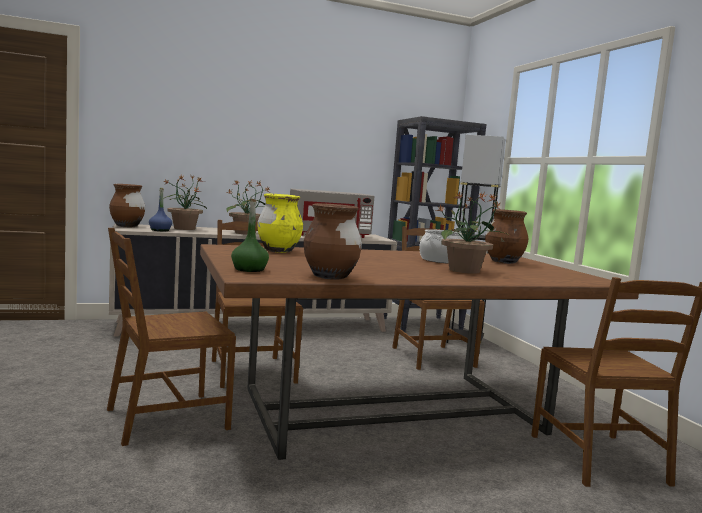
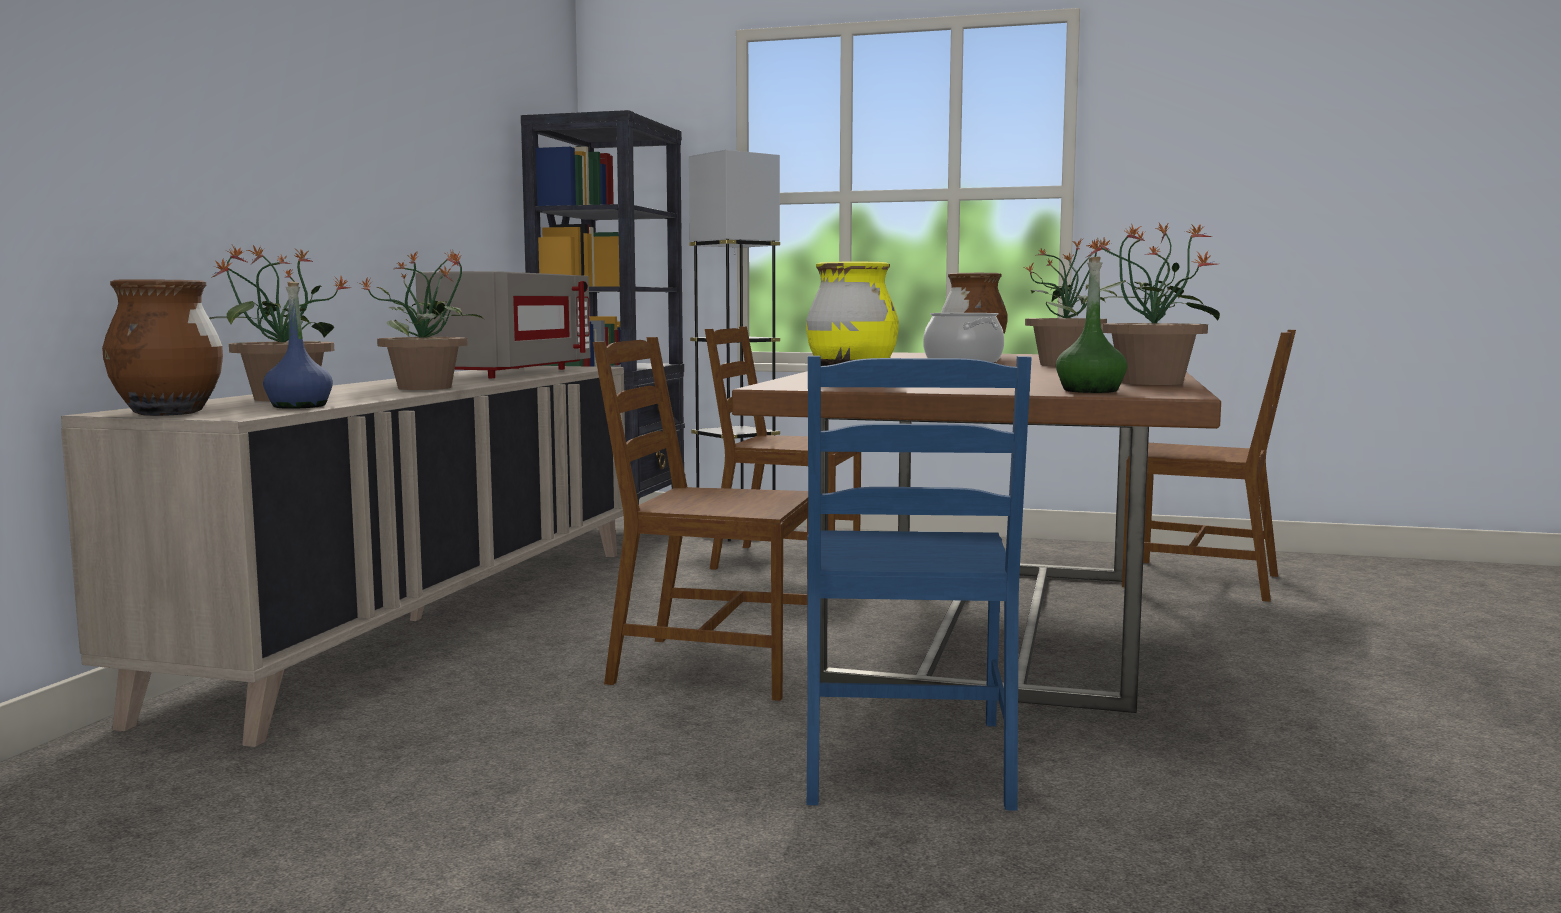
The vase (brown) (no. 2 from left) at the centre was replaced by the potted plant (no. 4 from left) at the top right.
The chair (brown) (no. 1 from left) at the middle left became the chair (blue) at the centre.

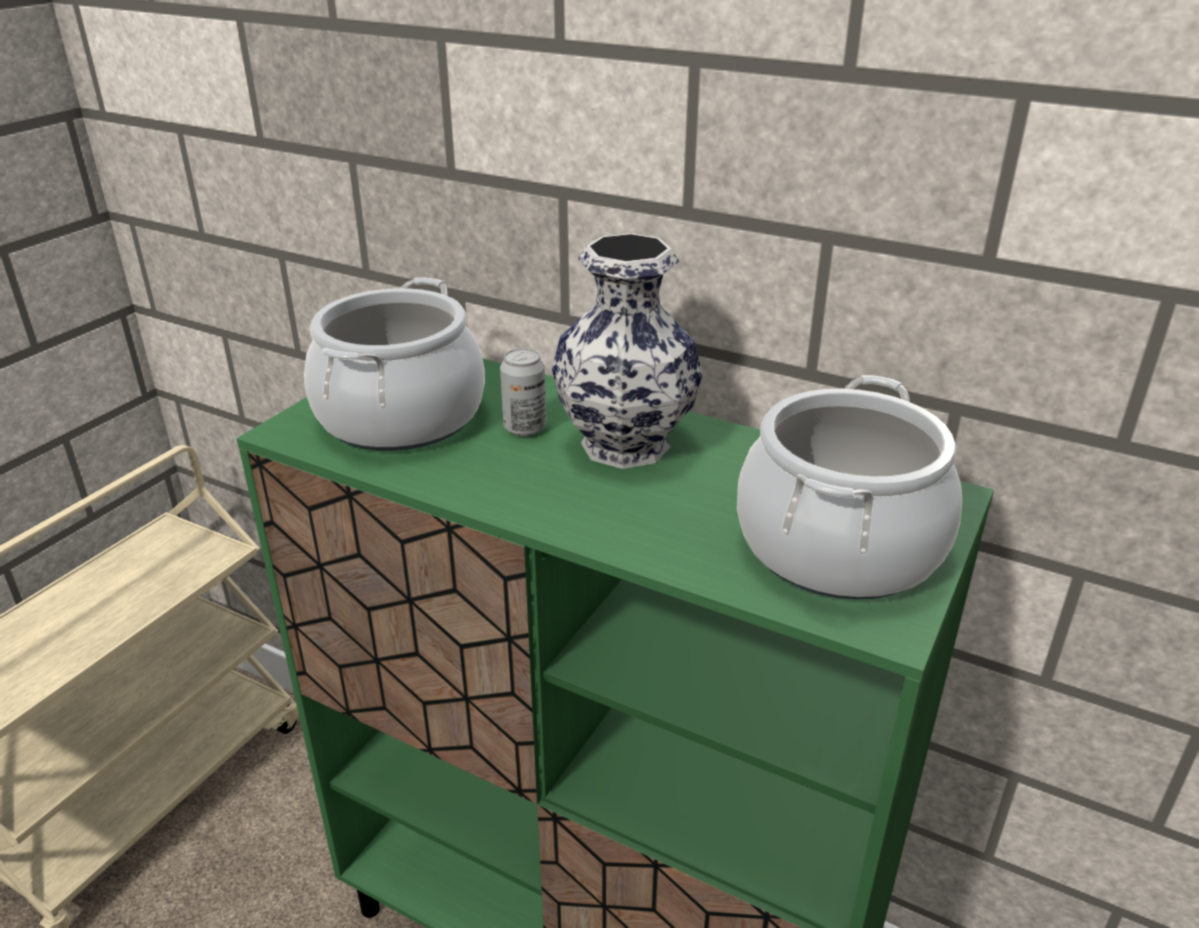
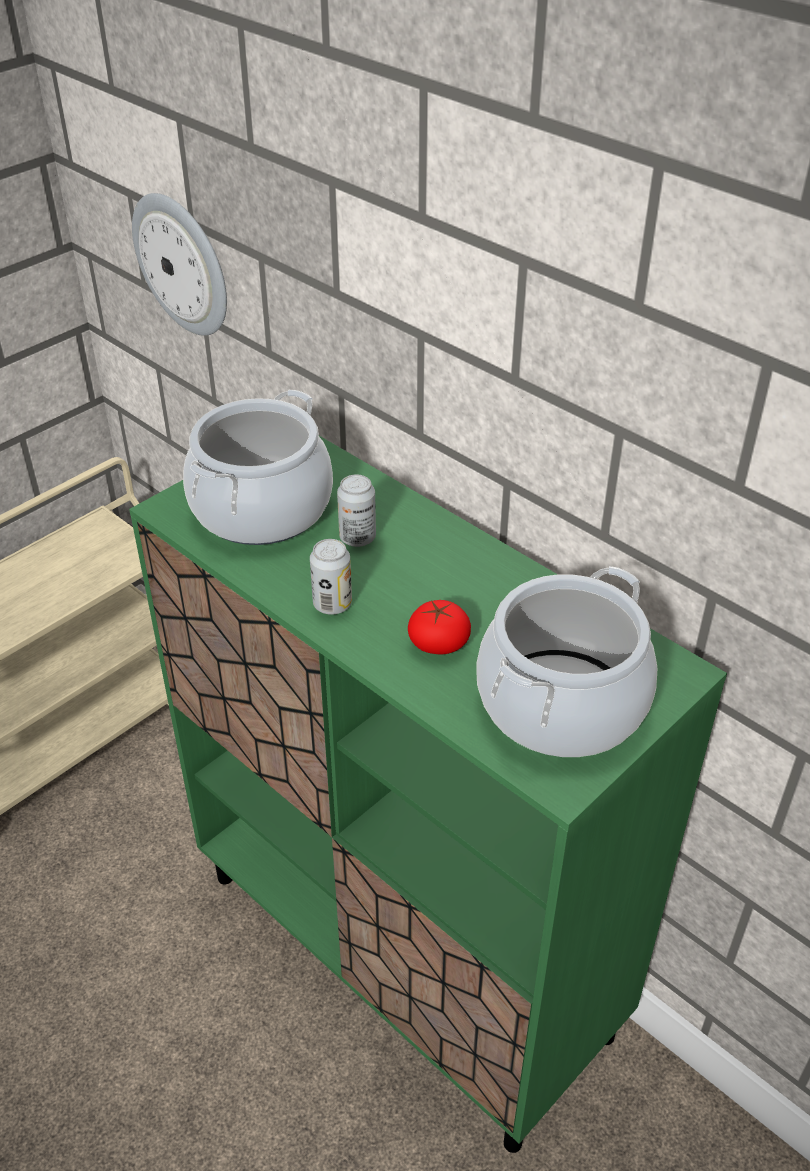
The vase at the centre disappeared.
The wall clock at the top left appeared.
The can (no. 1 from left) at the centre appeared.
The tomato at the centre appeared.

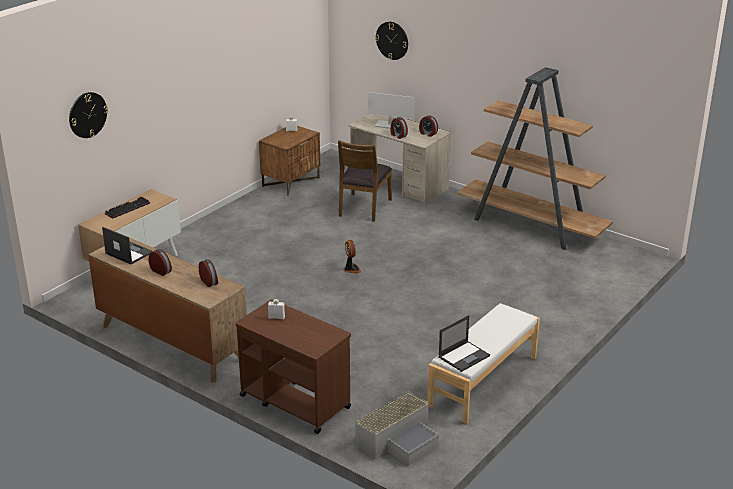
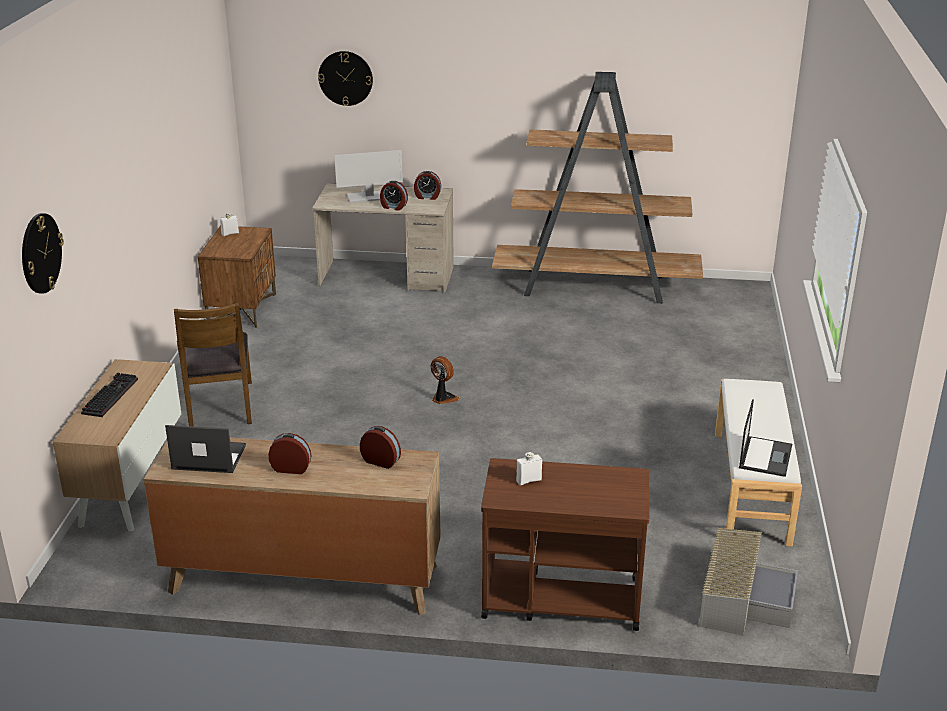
The chair (brown) moved from the centre to the middle left.

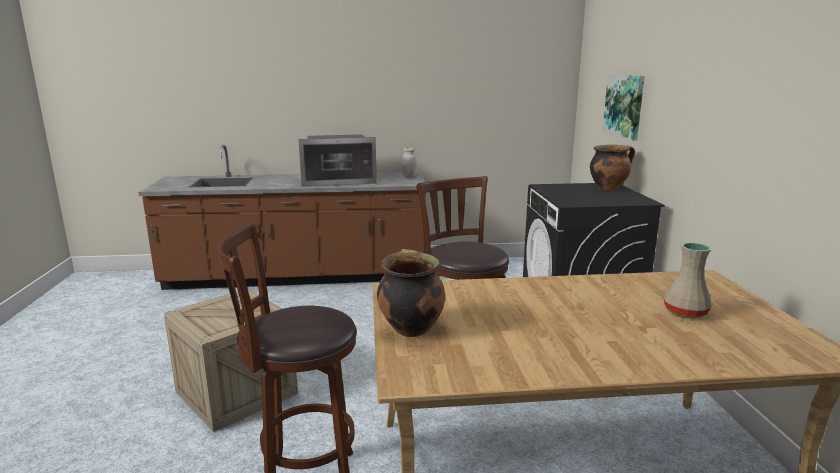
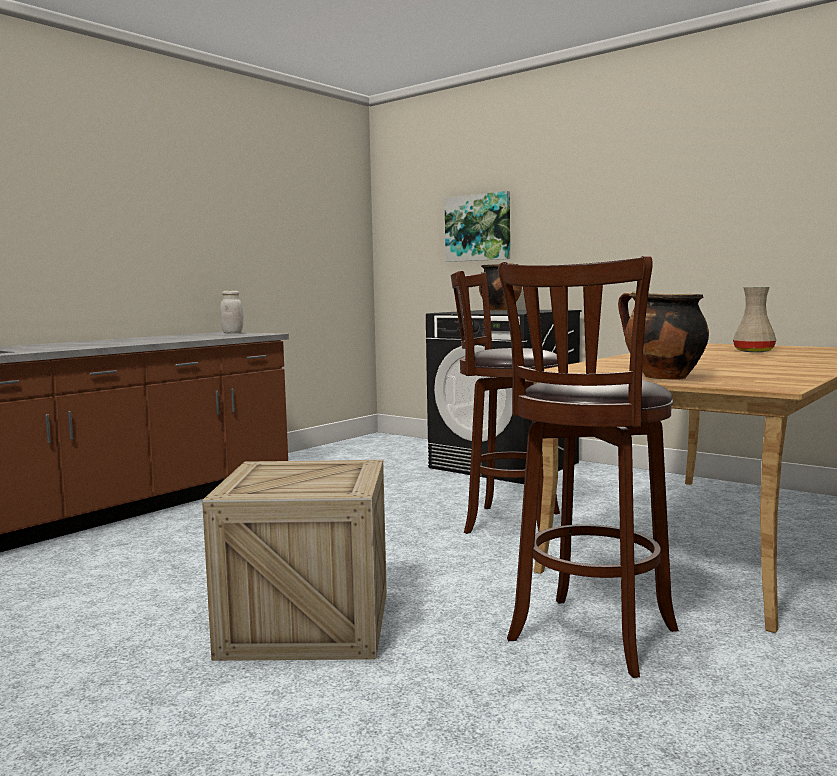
The microwave at the centre disappeared.

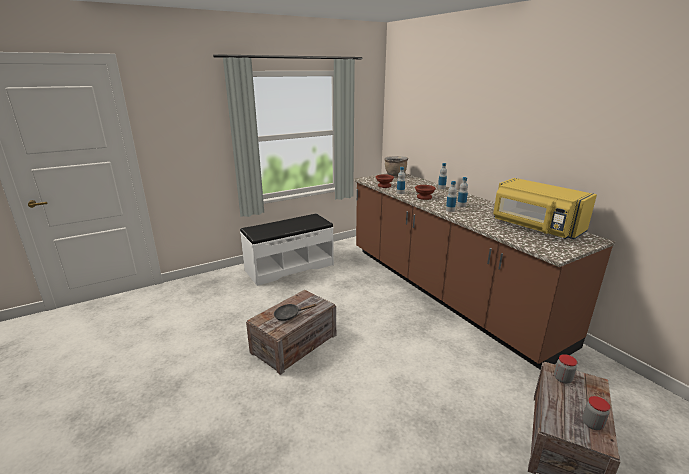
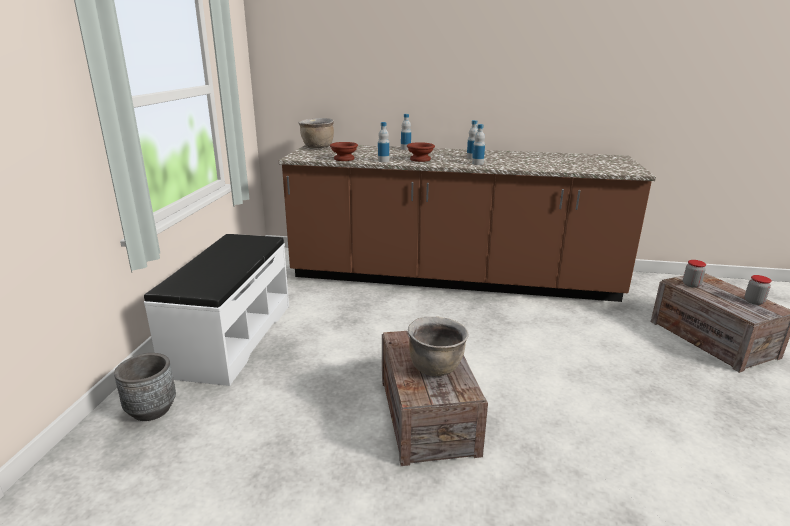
The microwave (yellow) at the middle right disappeared.
The planter (grey) at the bottom left appeared.
The frying pan (black) at the centre was replaced by the cooking pot (brown) (no. 2 from left) at the centre.

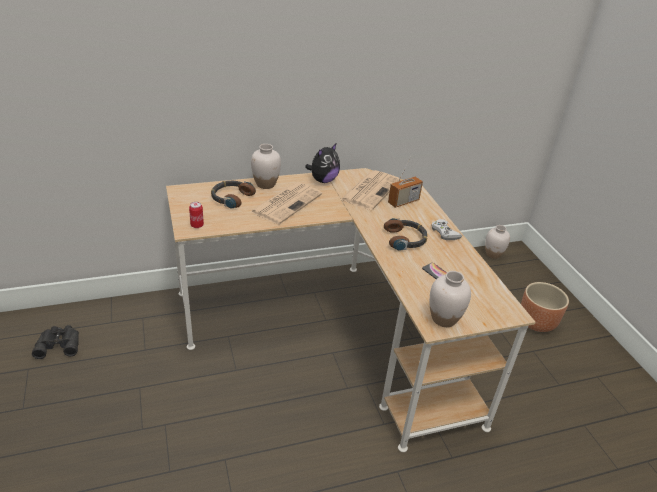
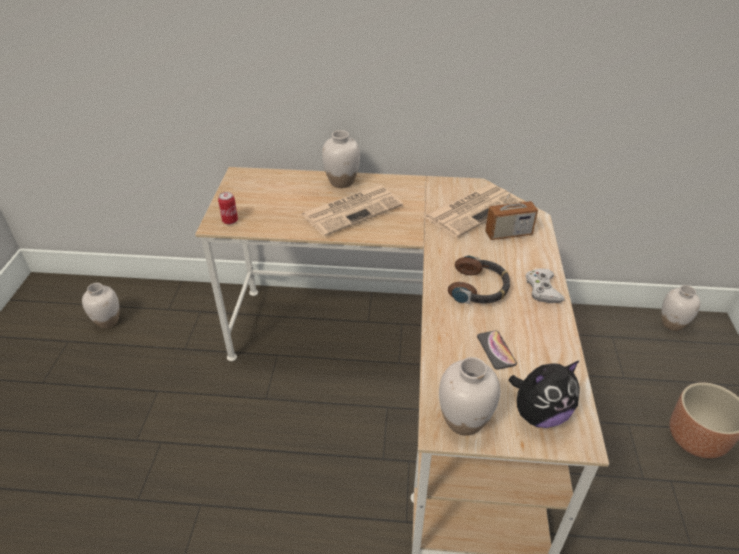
The headphones (no. 1 from left) at the centre disappeared.
The plush toy moved from the top centre to the bottom right.
The binoculars (black) at the bottom left was replaced by the vase (white) (no. 1 from left) at the middle left.

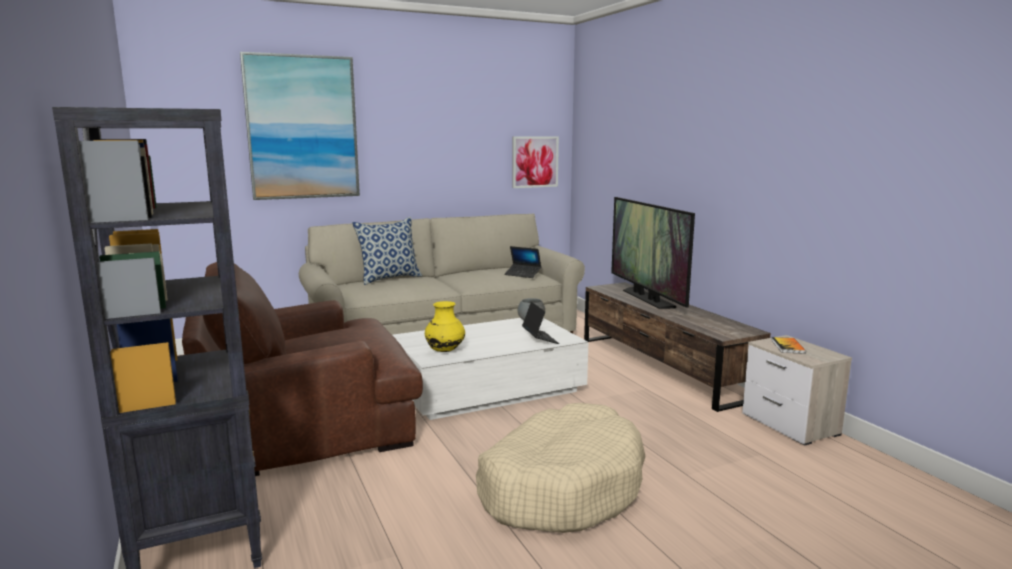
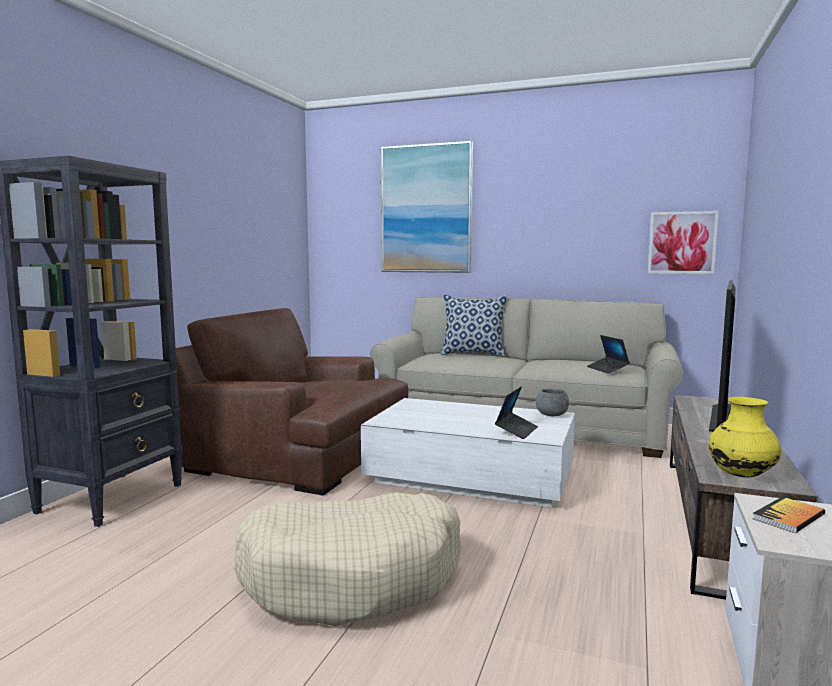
The vase (yellow) moved from the centre to the middle right.

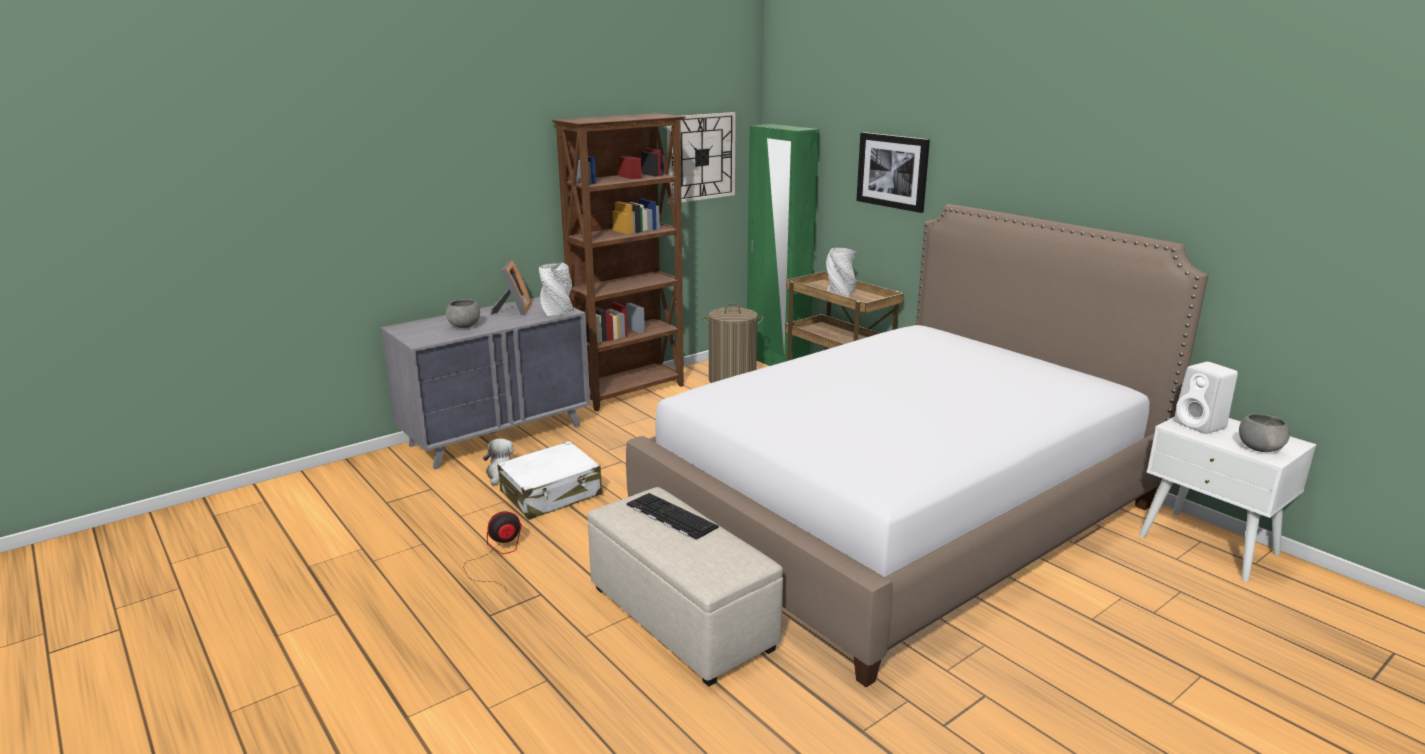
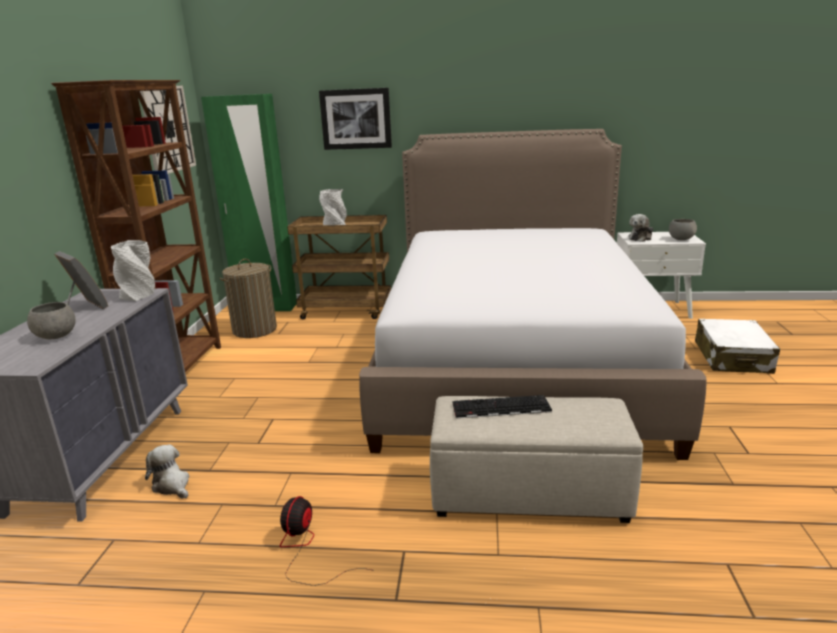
The suitcase (white) moved from the centre to the middle right.
The speaker (white) at the middle right was replaced by the plush toy (no. 2 from left) at the middle right.

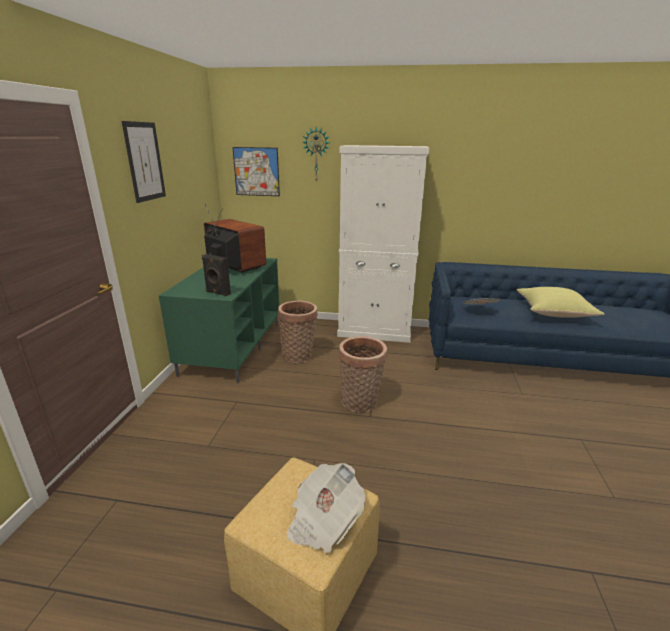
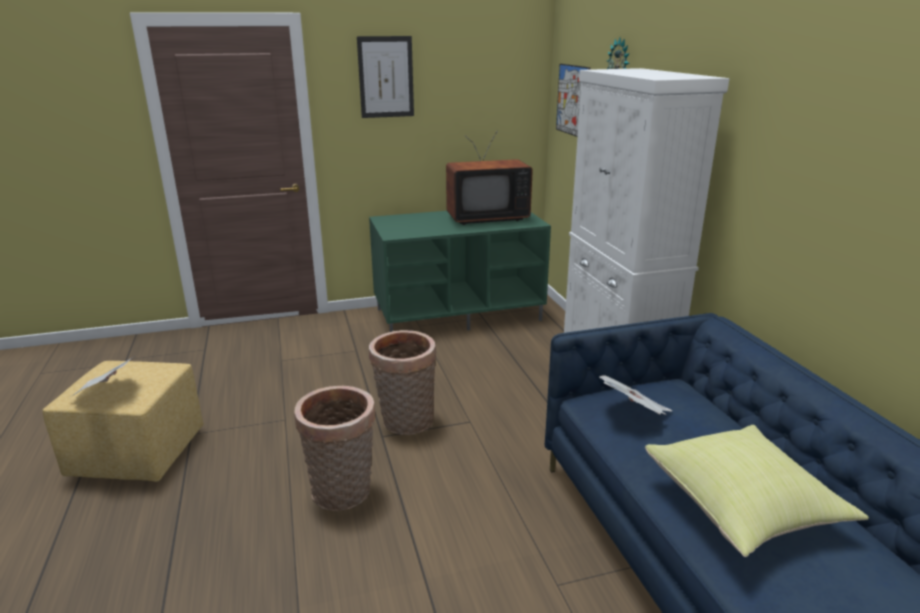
The speaker (black) at the middle left disappeared.
The basket (no. 1 from left) moved from the centre to the bottom centre.
The television at the centre turned 60 degrees clockwise.

